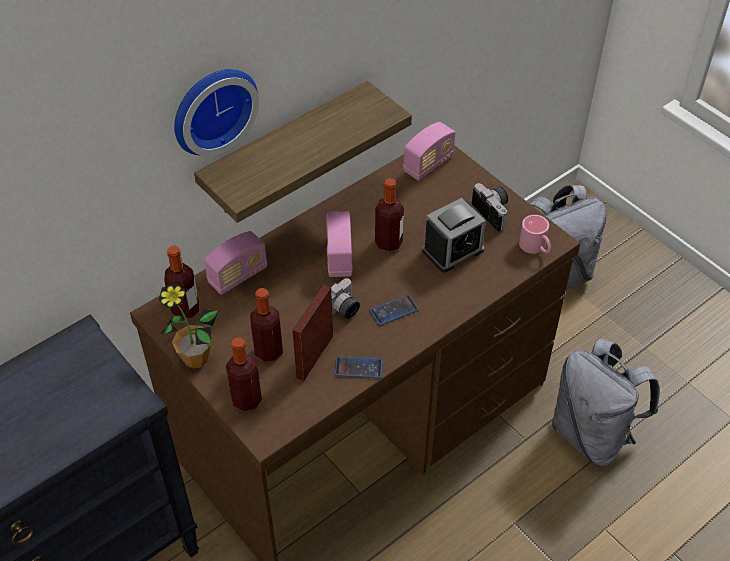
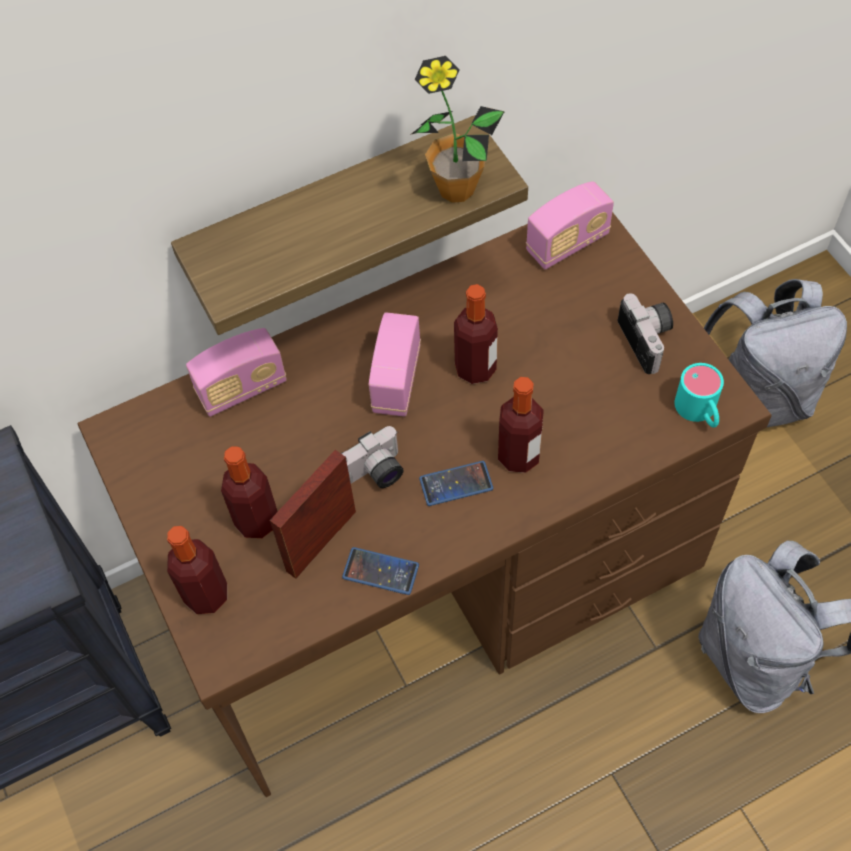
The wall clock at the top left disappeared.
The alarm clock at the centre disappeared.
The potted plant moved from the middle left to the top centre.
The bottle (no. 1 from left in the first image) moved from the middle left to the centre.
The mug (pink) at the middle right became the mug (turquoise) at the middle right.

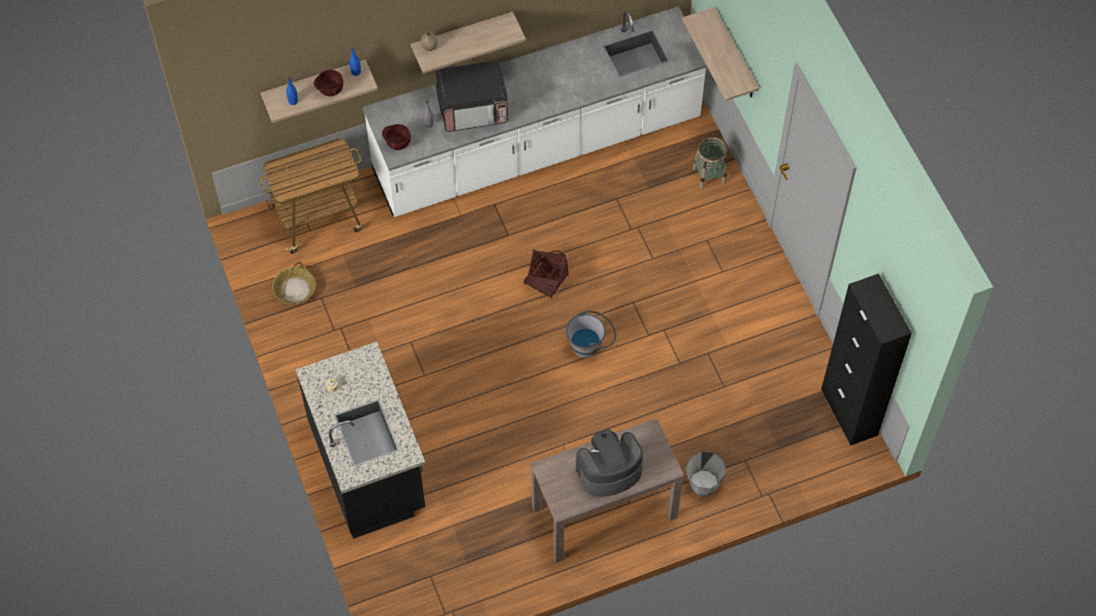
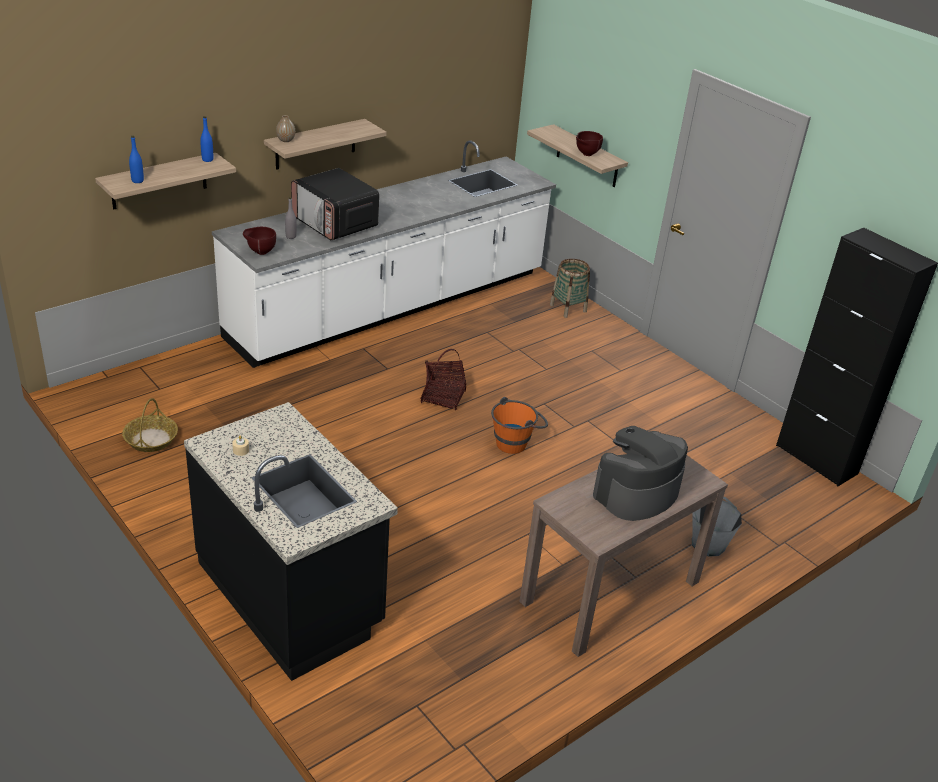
The cart at the top left disappeared.
The bowl (brown) (no. 1 from left in the first image) moved from the top left to the top centre.
The bucket (grey) (no. 1 from left) at the centre became the bucket (orange) at the centre.
The microwave at the top centre turned 75 degrees clockwise.

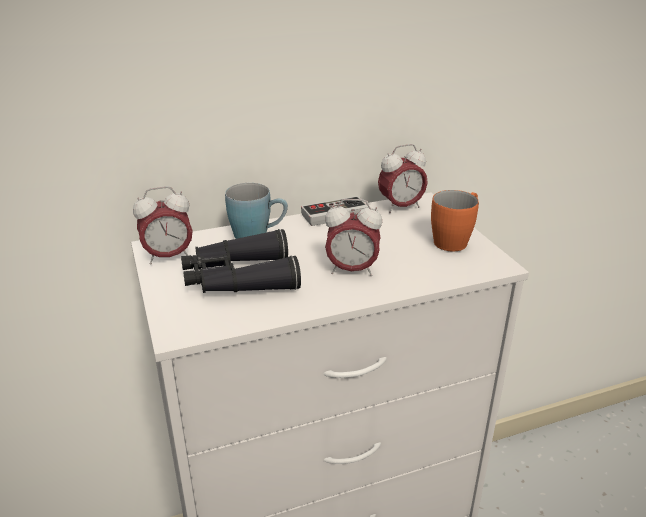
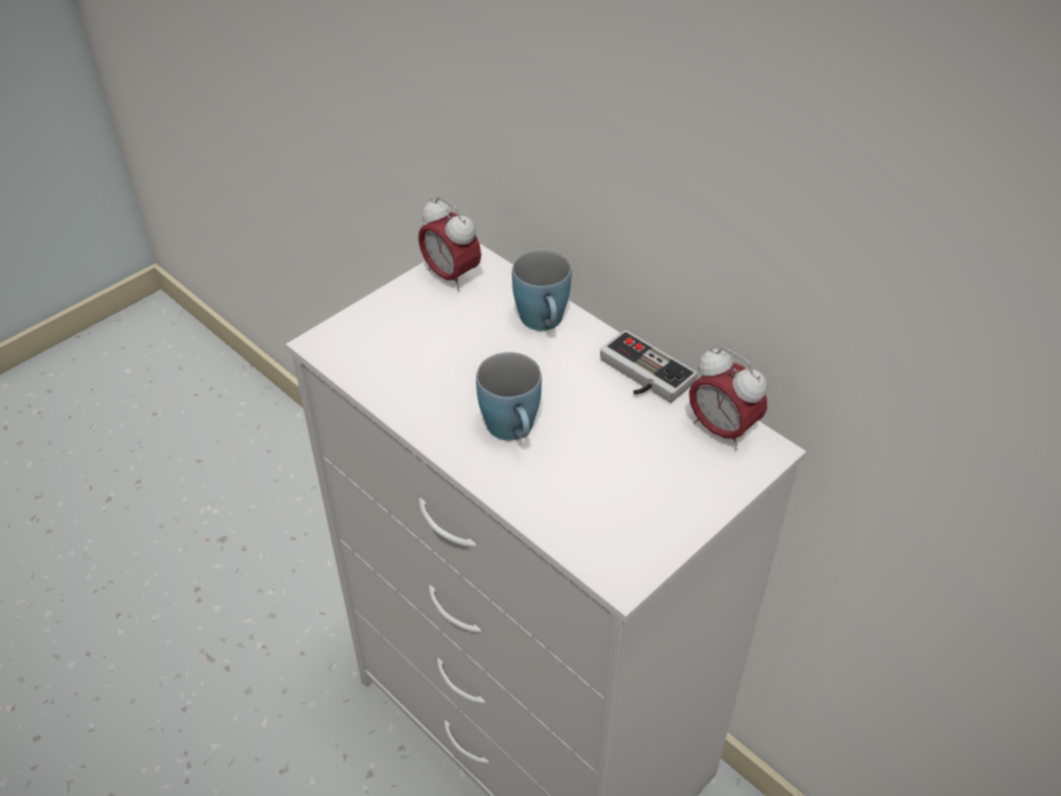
The binoculars (black) at the centre disappeared.
The mug (orange) at the middle right disappeared.
The alarm clock (no. 2 from left) at the centre was replaced by the mug (blue) (no. 1 from left) at the centre.

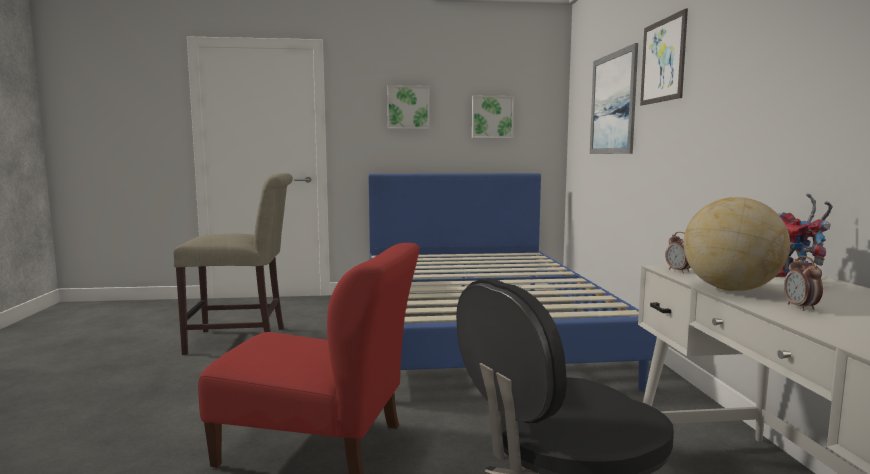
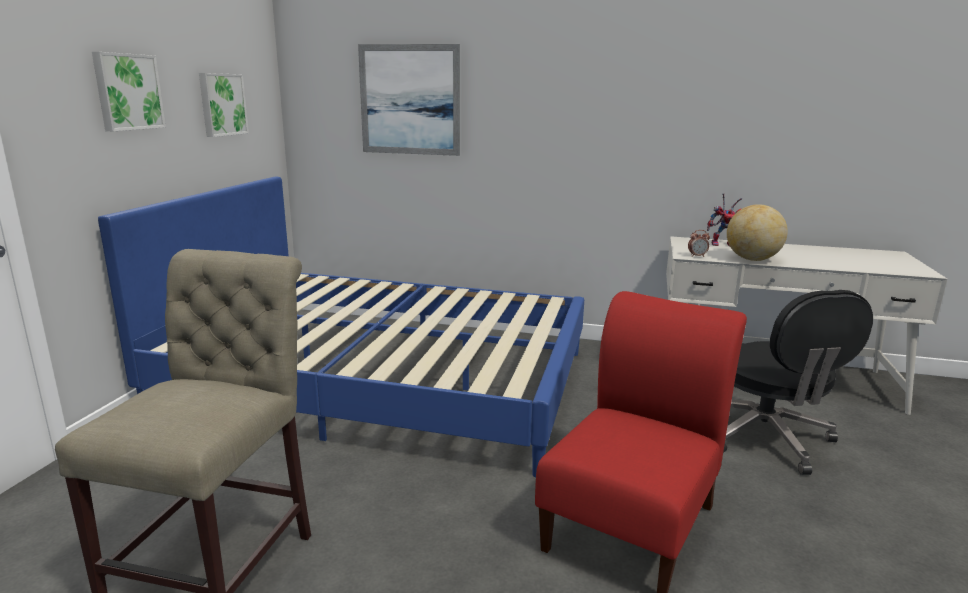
The picture (no. 4 from left) at the top right disappeared.
The alarm clock (no. 2 from left) at the middle right disappeared.

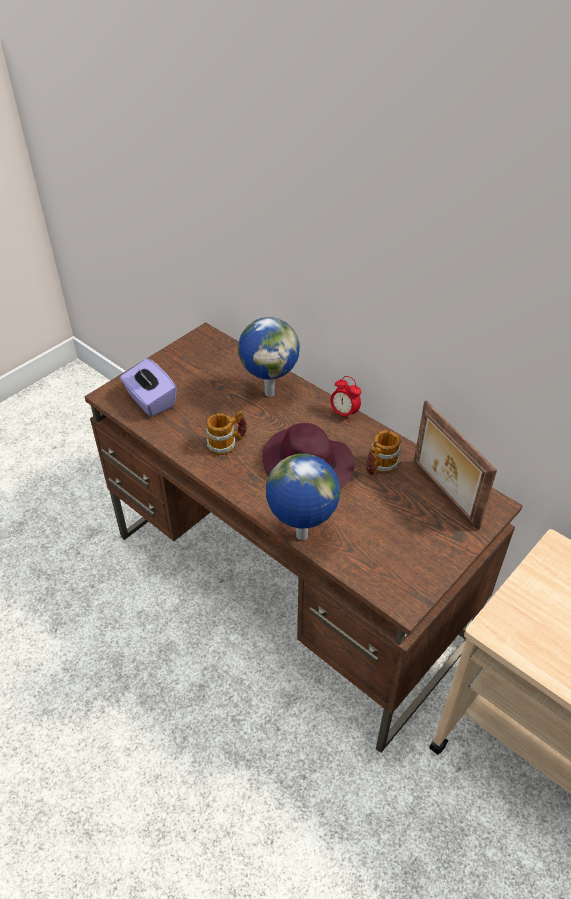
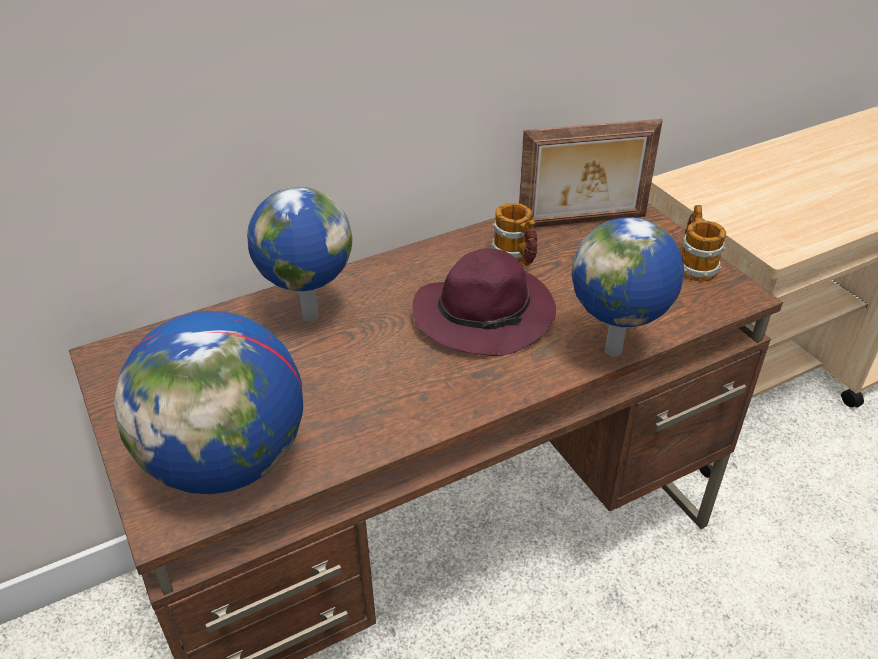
The alarm clock at the centre disappeared.
The mug (no. 1 from left in the first image) moved from the centre to the middle right.
The tissue box (purple) at the middle left was replaced by the globe (no. 1 from left) at the middle left.

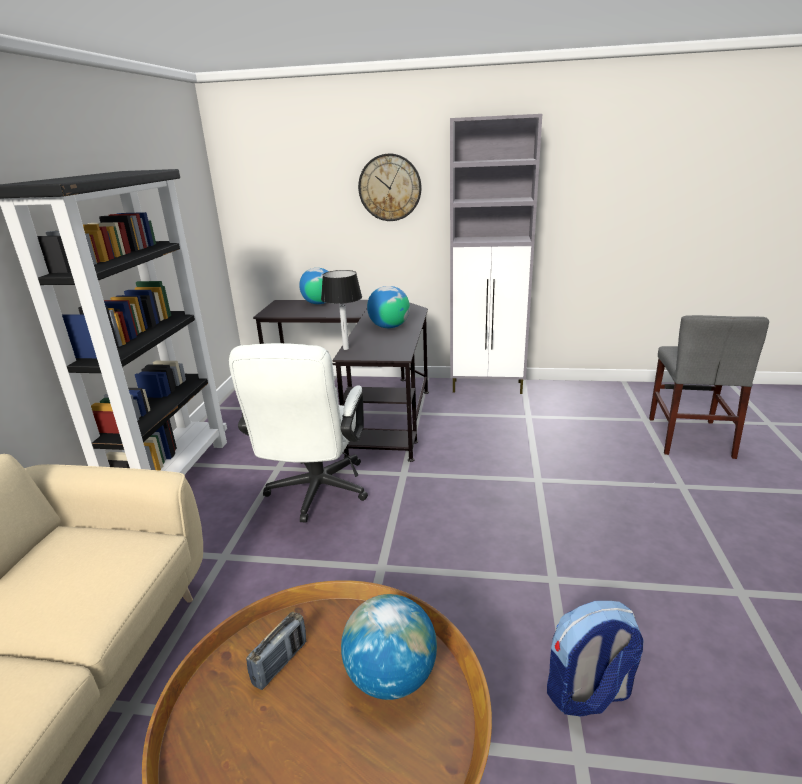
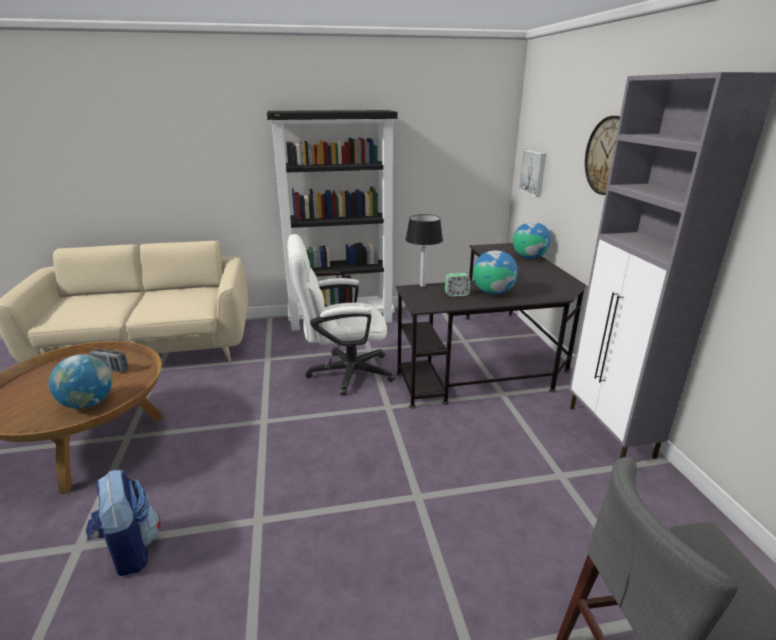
The alarm clock at the centre appeared.
The picture at the top right appeared.

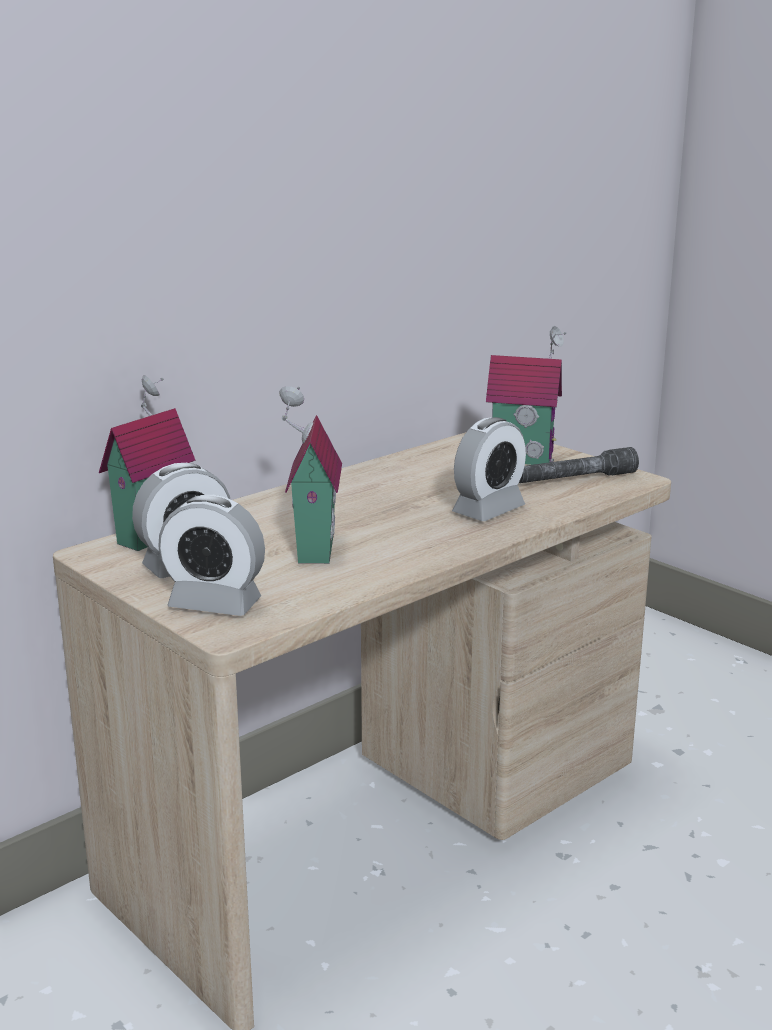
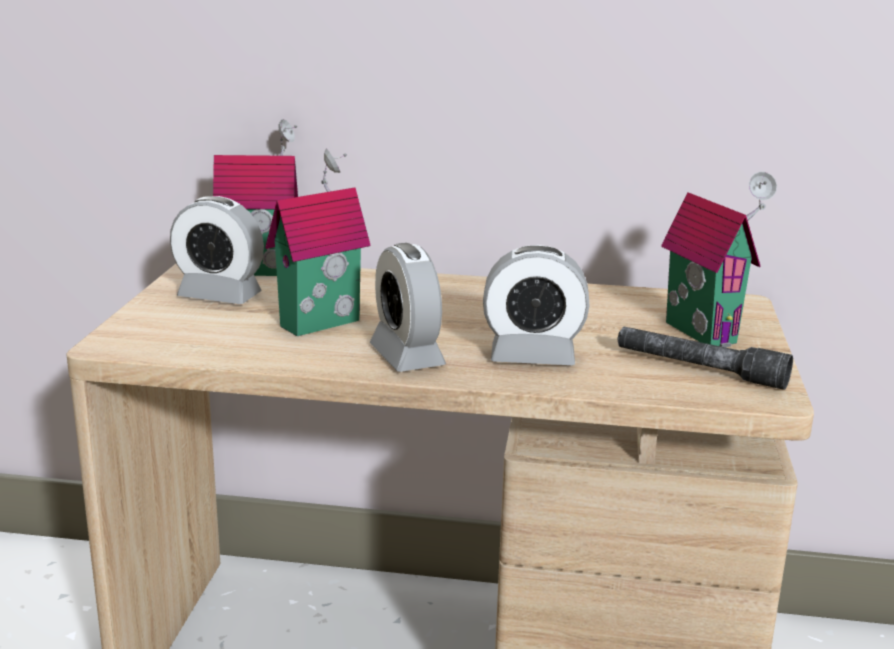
The alarm clock (no. 2 from left) moved from the middle left to the centre.

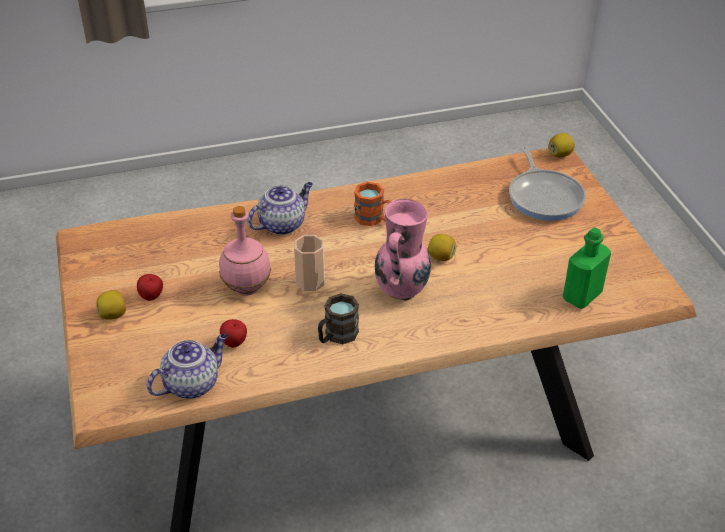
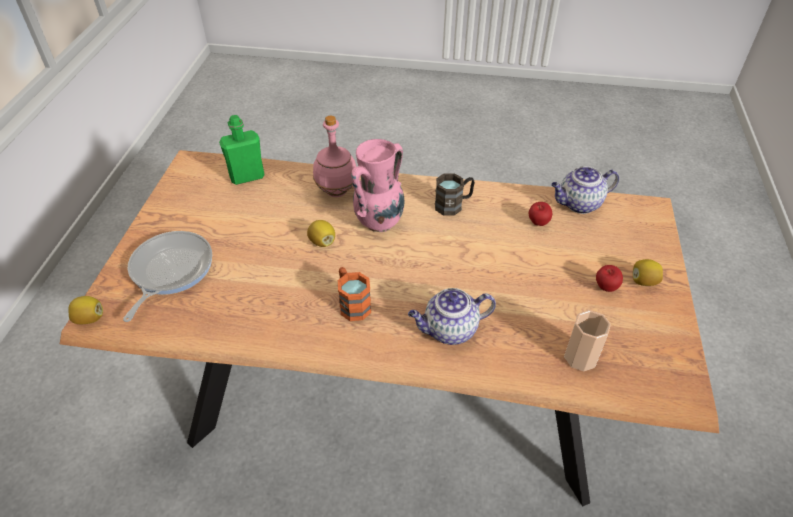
The bottle (pink) moved from the centre to the top centre.
The cup moved from the centre to the middle right.

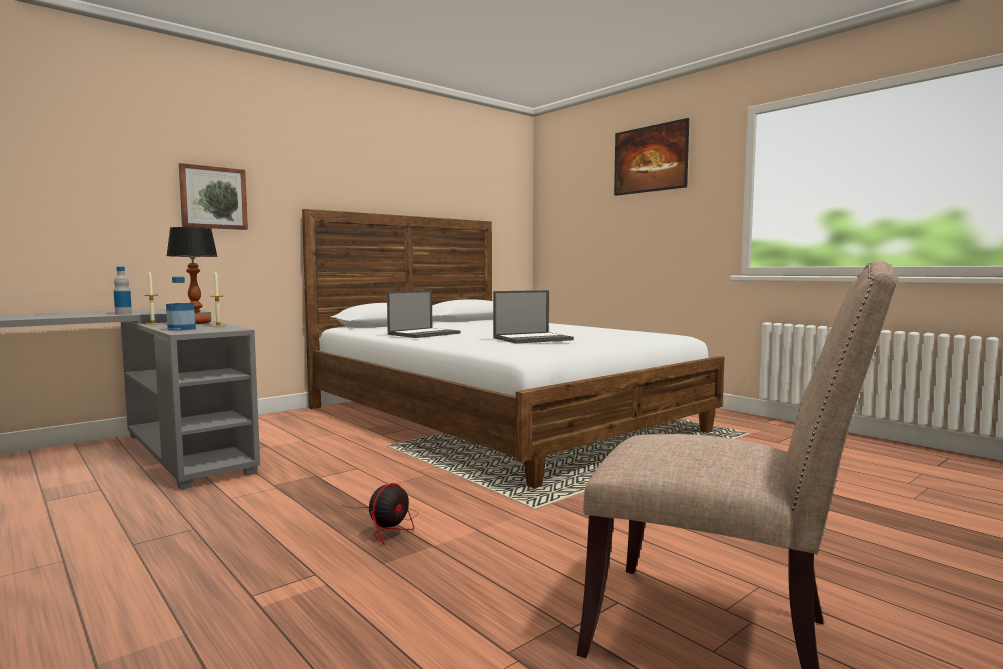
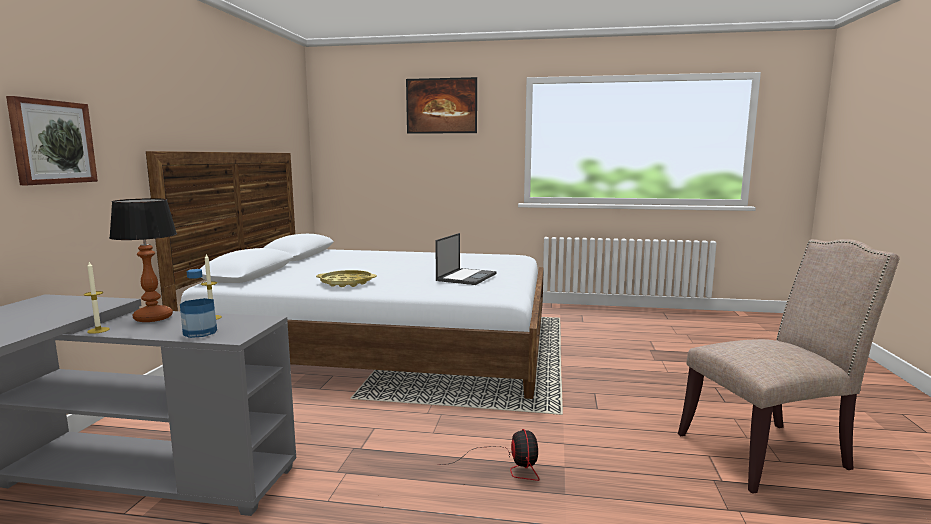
The bottle (no. 1 from left) at the middle left disappeared.
The laptop (no. 1 from left) at the centre was replaced by the tray (yellow) at the centre.

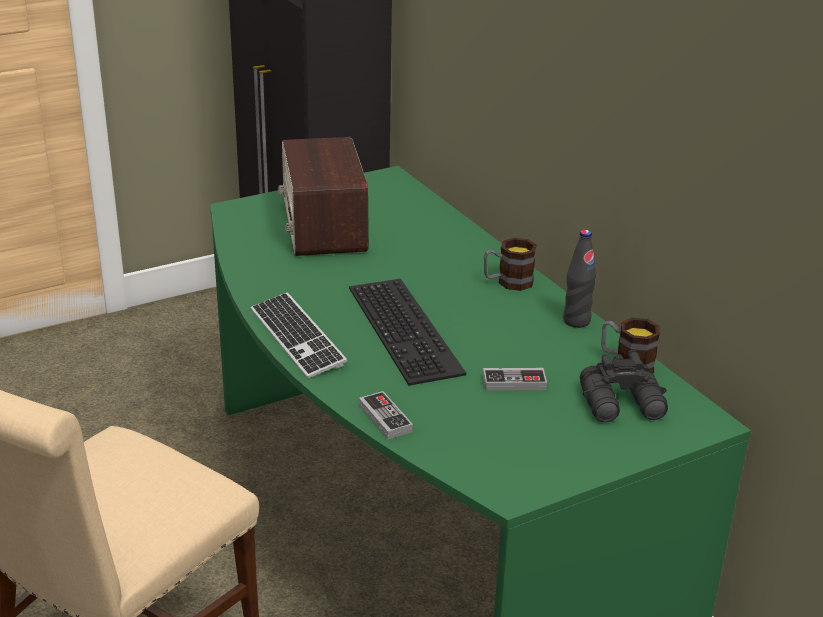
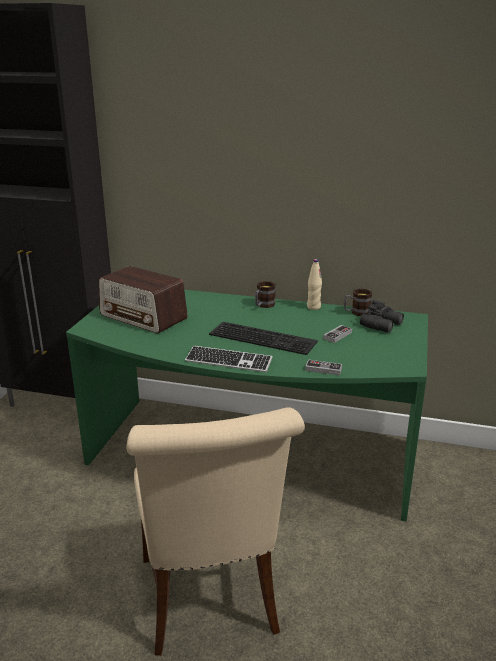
The bottle (black) at the middle right became the bottle (beige) at the centre.

